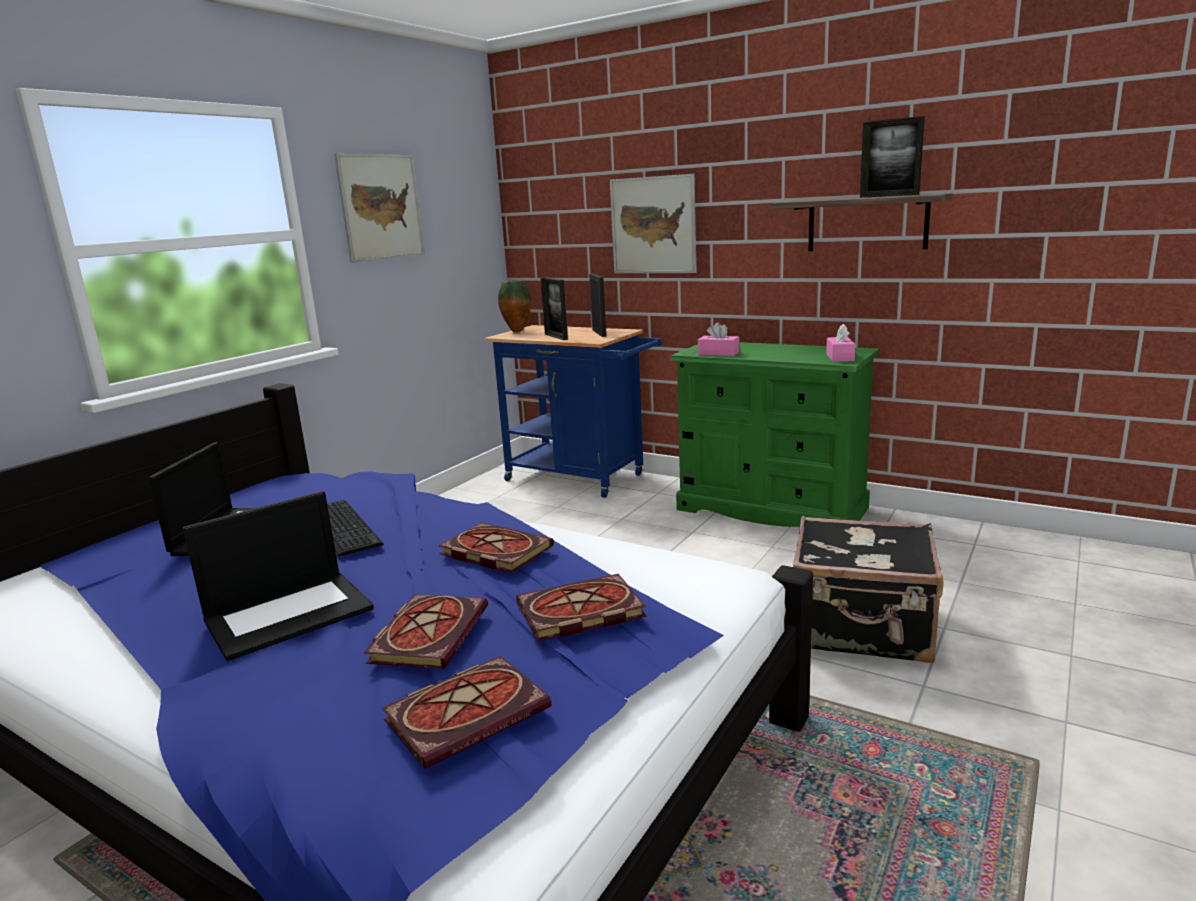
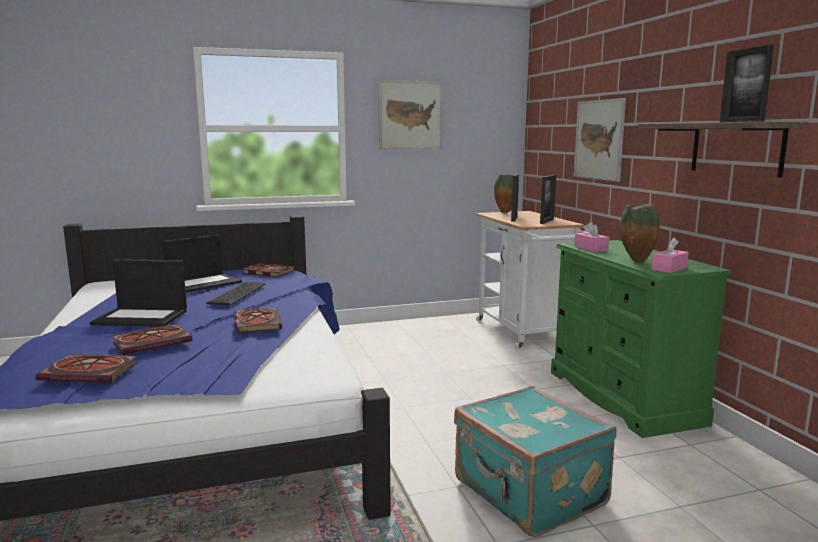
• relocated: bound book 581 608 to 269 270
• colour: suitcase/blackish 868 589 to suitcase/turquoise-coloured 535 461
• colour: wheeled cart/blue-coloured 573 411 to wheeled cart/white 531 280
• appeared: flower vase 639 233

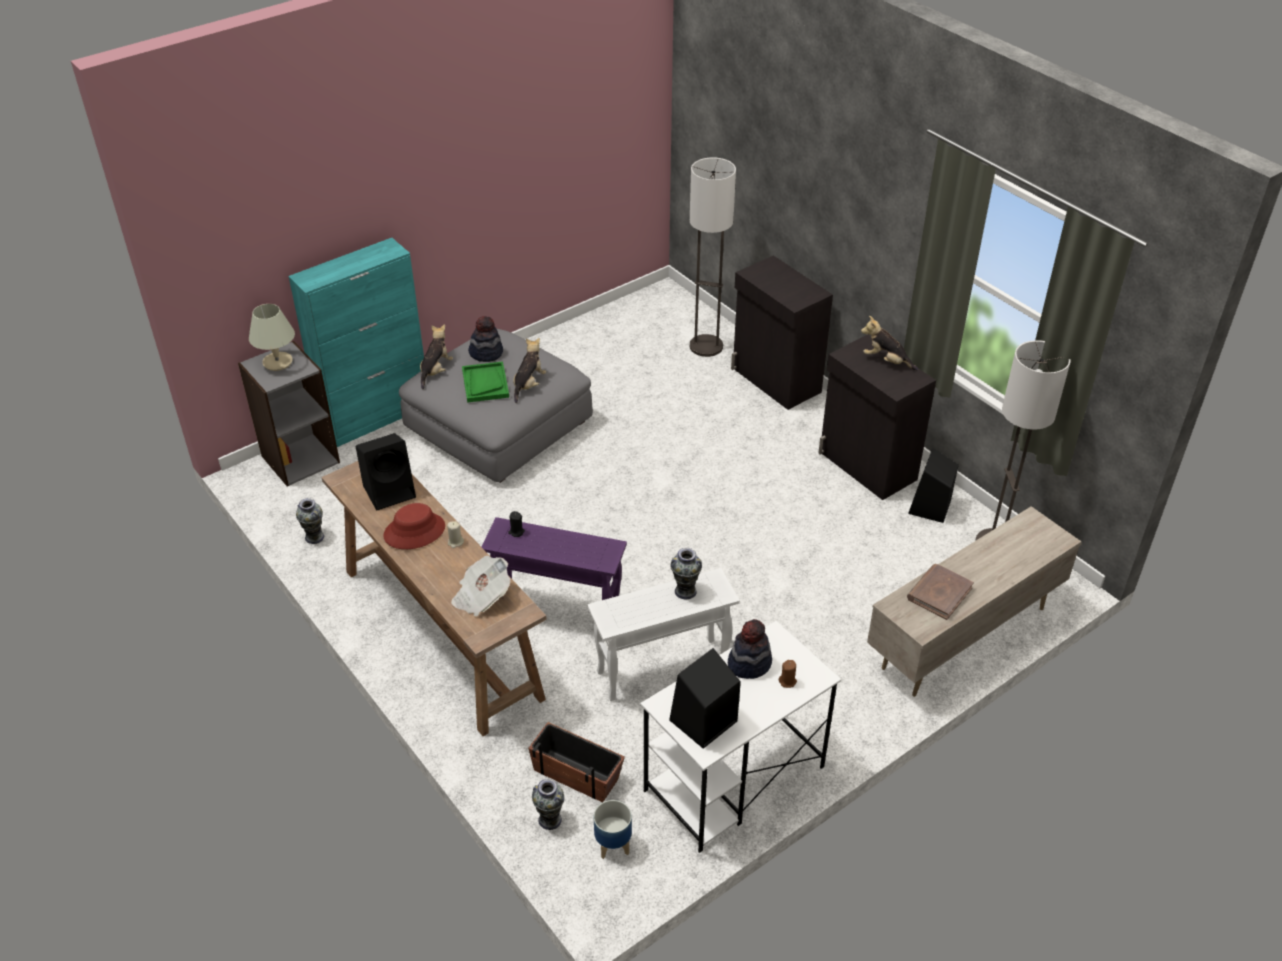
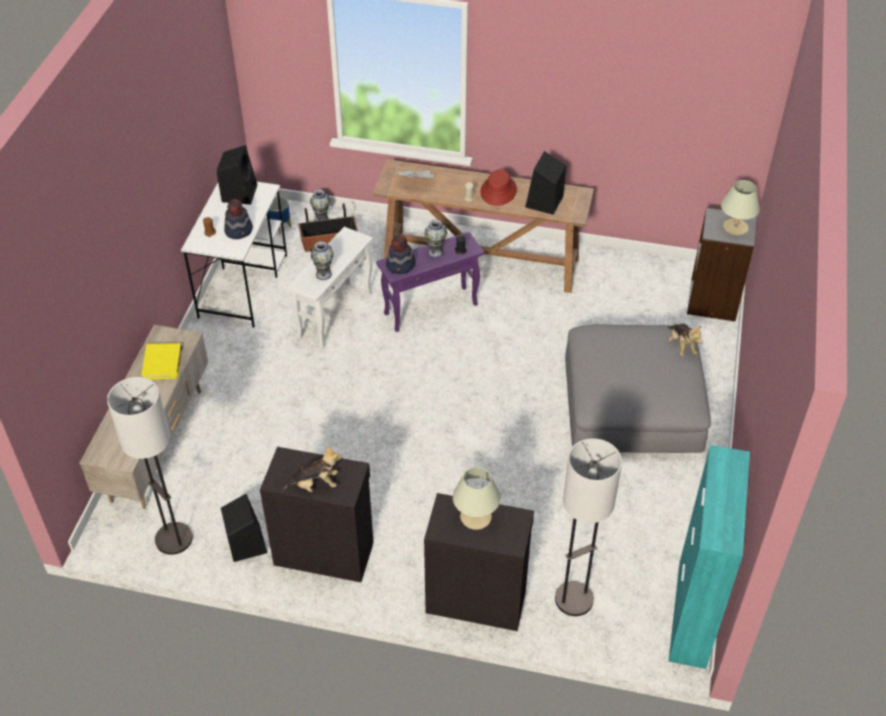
• colour: bound book/brown 940 592 to bound book/yellow 162 361
• relocated: hat 485 339 to 400 254
• relocated: flower vase 310 521 to 436 238
• appeared: table lamp/beige-coloured 477 498
• relocated: storage cabinet/turquoise-coloured 356 342 to 709 557
• missing: tray/greenish 485 382
• missing: soft toy 529 370

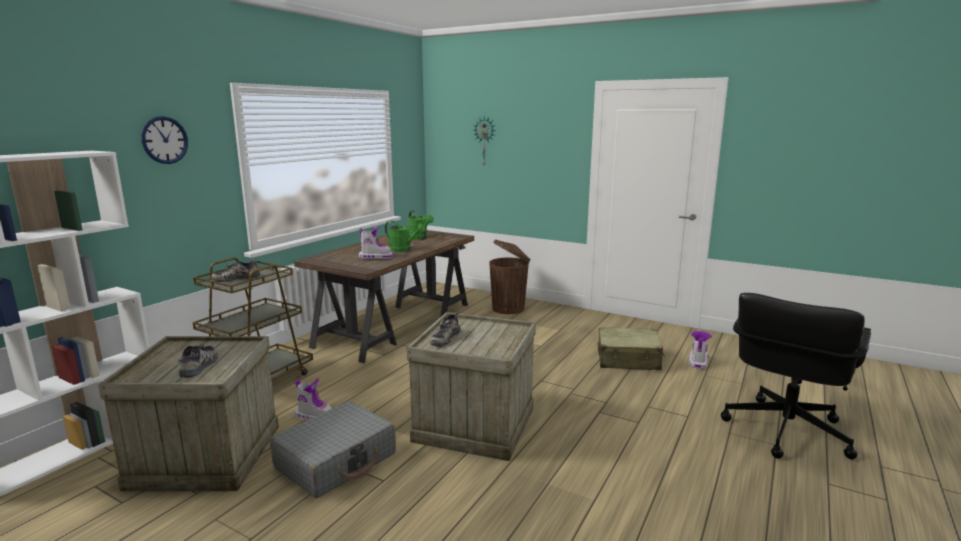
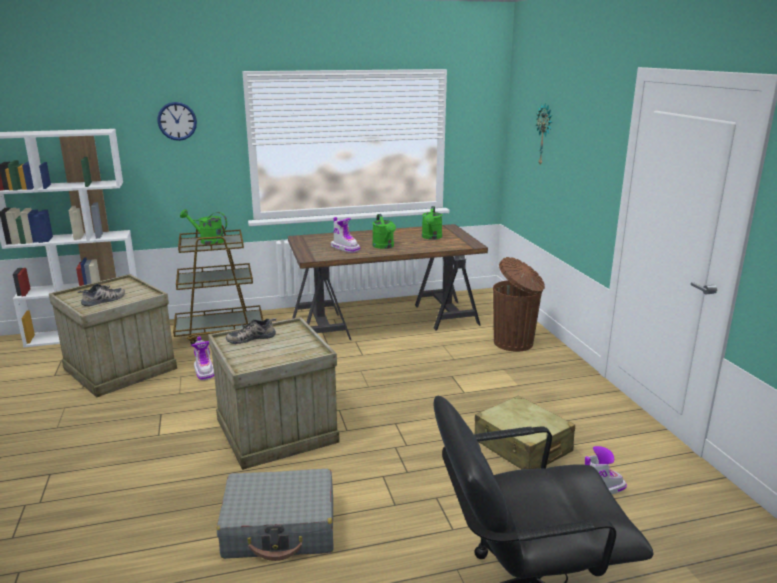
• exchanged: low shoe 235 271 to watering pot/greenish 203 226
• relocated: suitcase/grey 333 449 to 275 515

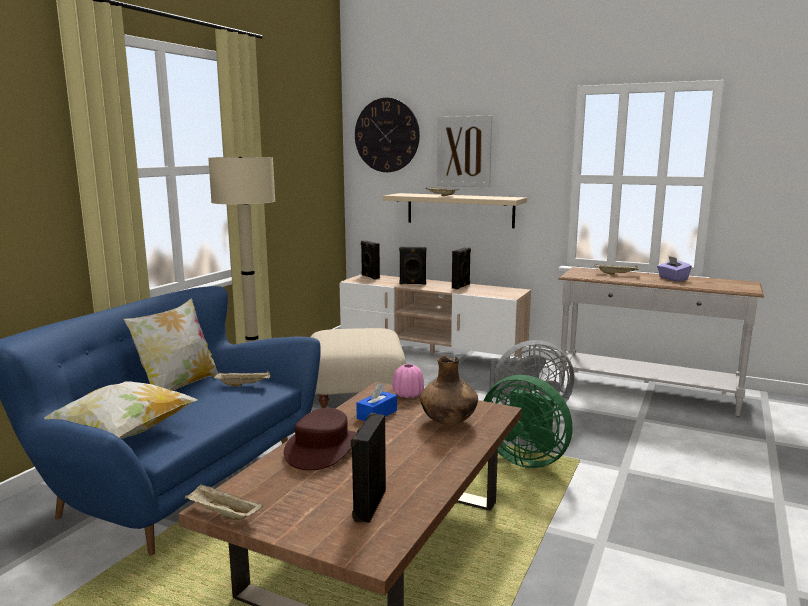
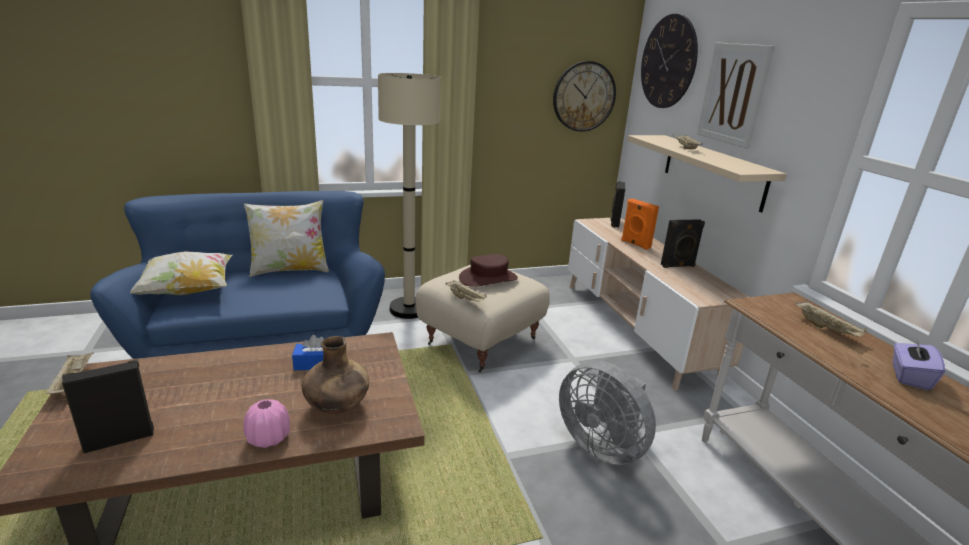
• relocated: flower vase/pink-coloured 408 381 to 266 423
• relocated: tray/beige-coloured 242 379 to 466 291
• relocated: hat/brown 320 439 to 488 270
• appeared: wall clock 584 96
• colour: loudspeaker/blackish 412 265 to loudspeaker/orange 640 224
• missing: fan/greenish 528 421

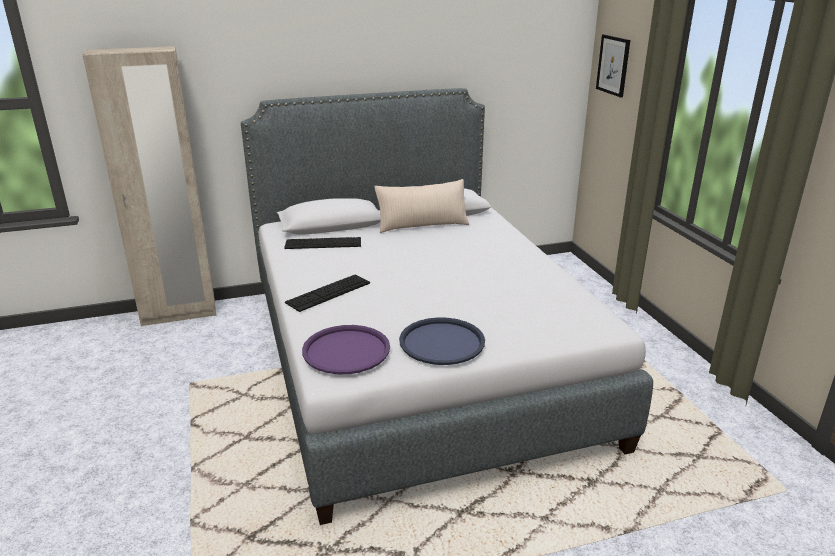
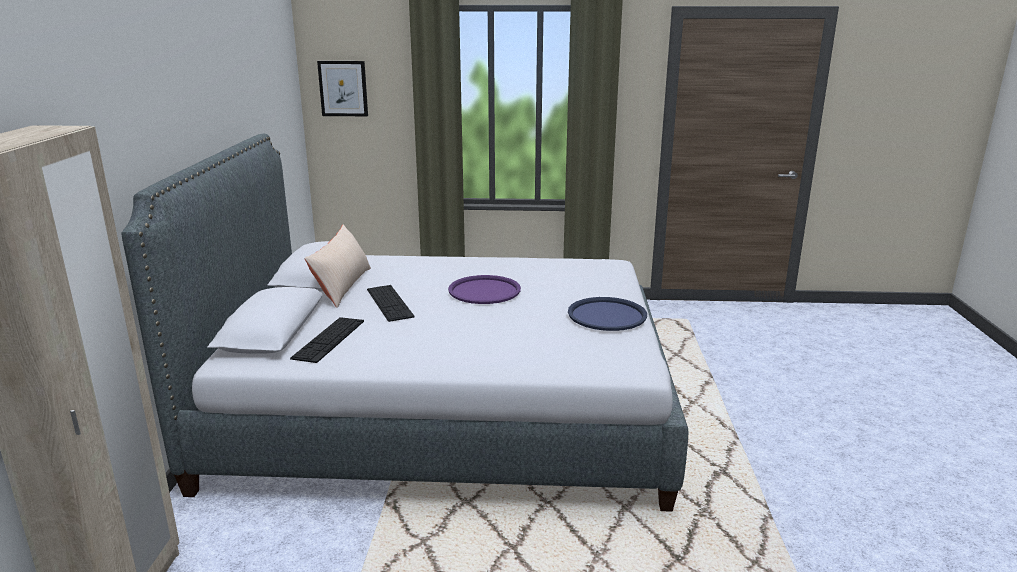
• relocated: PC keyboard 327 293 to 390 303
• relocated: tray/purplish 346 349 to 484 289

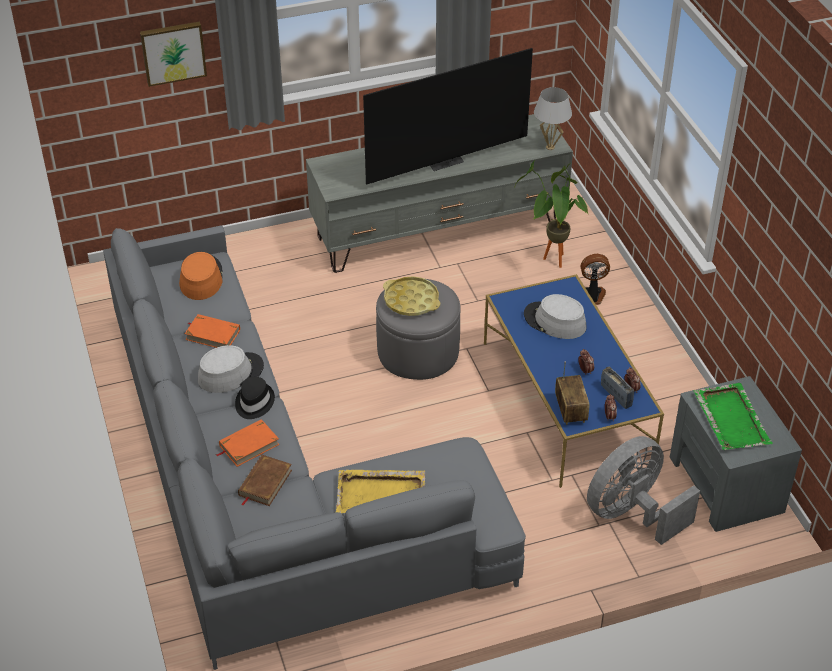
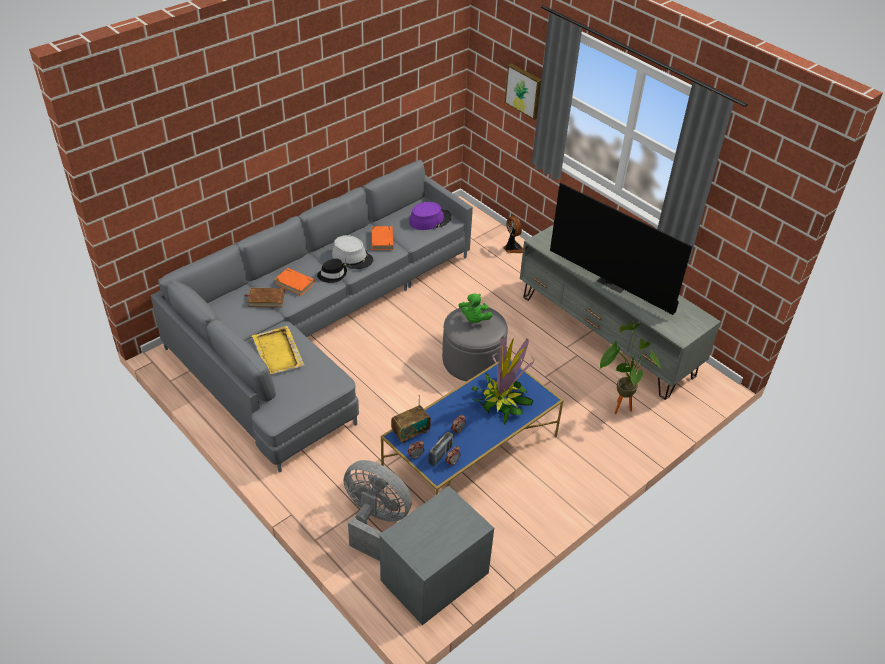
• colour: hat/orange 201 276 to hat/purplish 430 216
• exchanged: tray/yellow 411 296 to soft toy/greenish 475 308
• exchanged: hat/grey 555 316 to houseplant 503 380
• relocated: fan 595 279 to 513 234
• missing: table lamp/white 553 118
• missing: tray/greenish 733 416

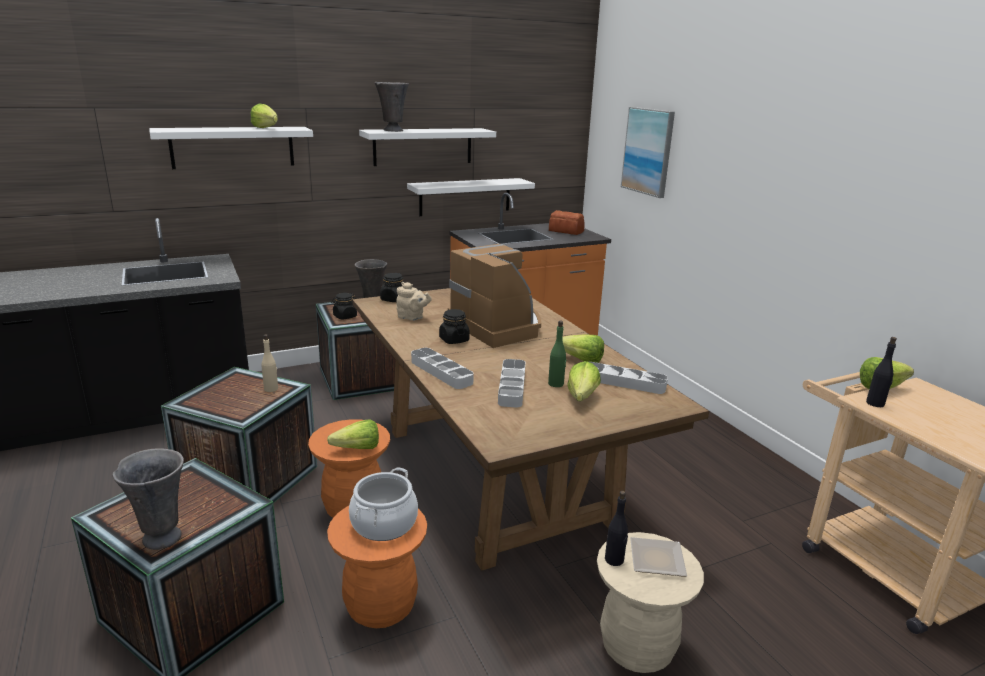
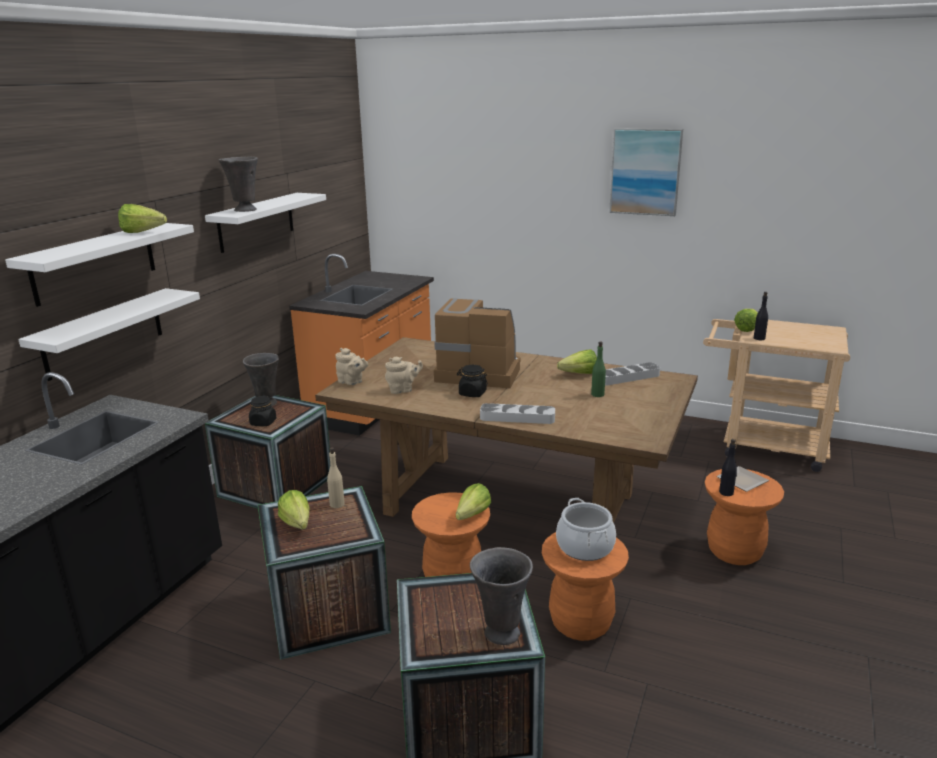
• relocated: wall shelf/white 471 197 to 109 334
• relocated: lettuce head 584 381 to 294 509
• exchanged: storage jar/blackish 391 287 to tea pot/beige-coloured 351 366
• relocated: picture 648 152 to 646 172
• colour: sitting stool/beige-coloured 650 602 to sitting stool/orange 744 517
• missing: tray/grey 512 383
• missing: baked bread 567 222

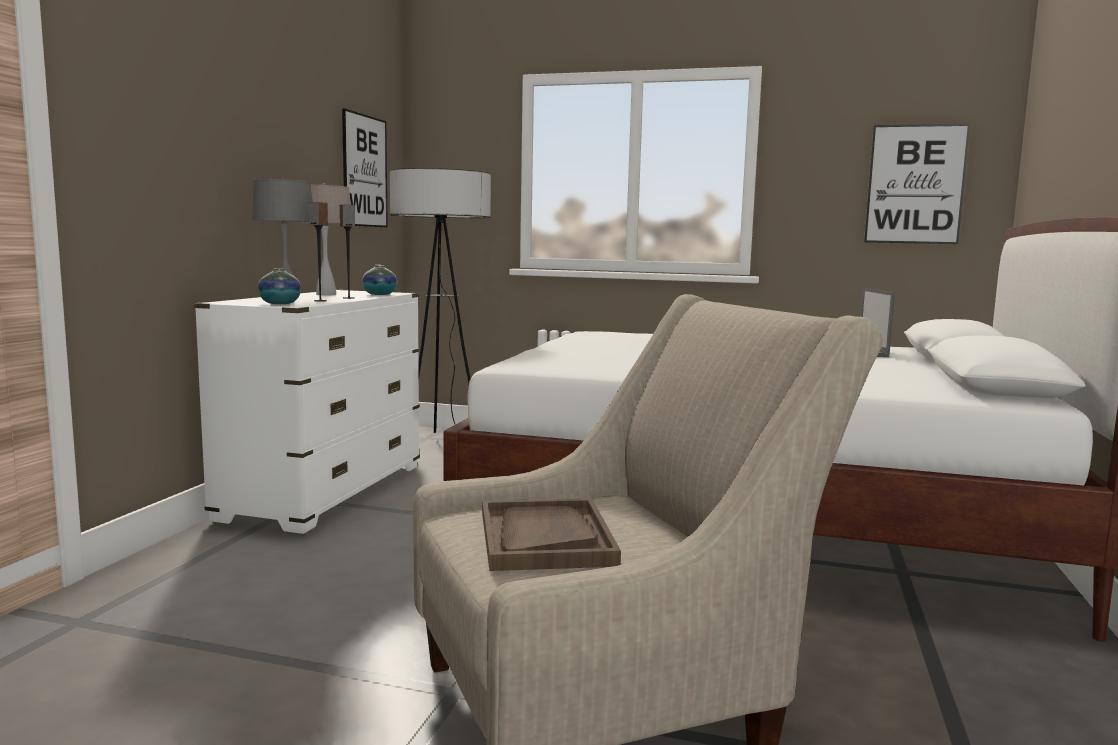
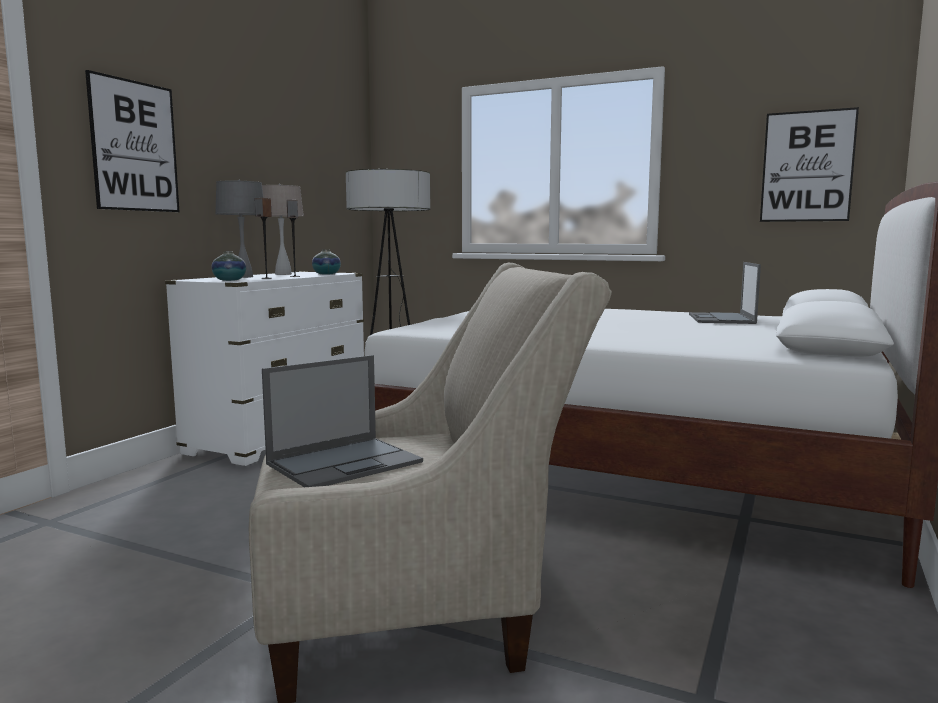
• relocated: picture 365 168 to 132 141
• exchanged: tray/brown 551 534 to laptop 342 421

